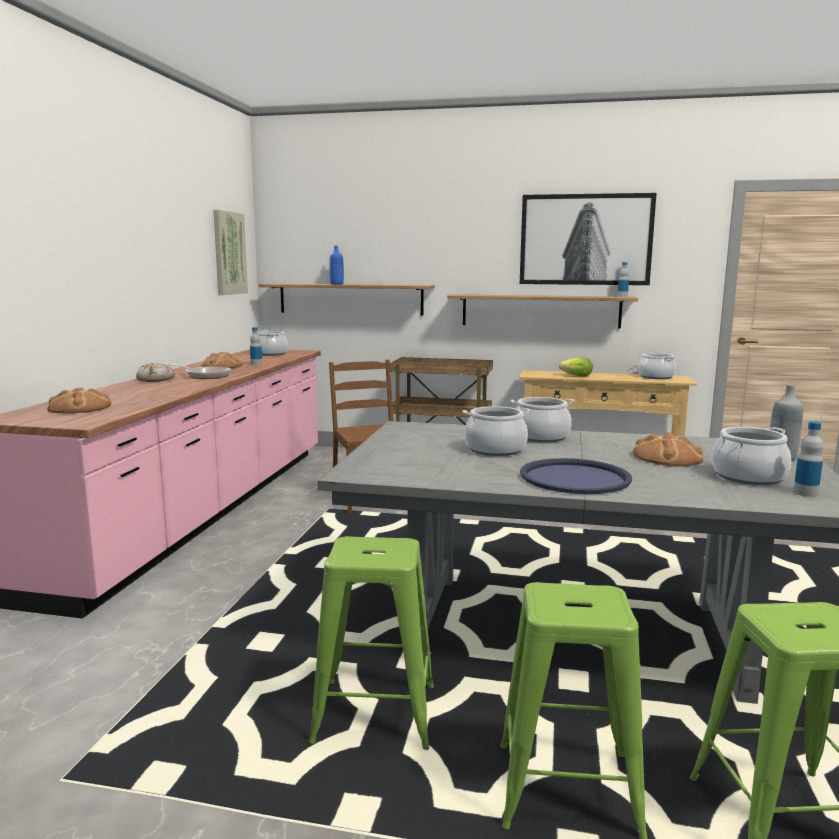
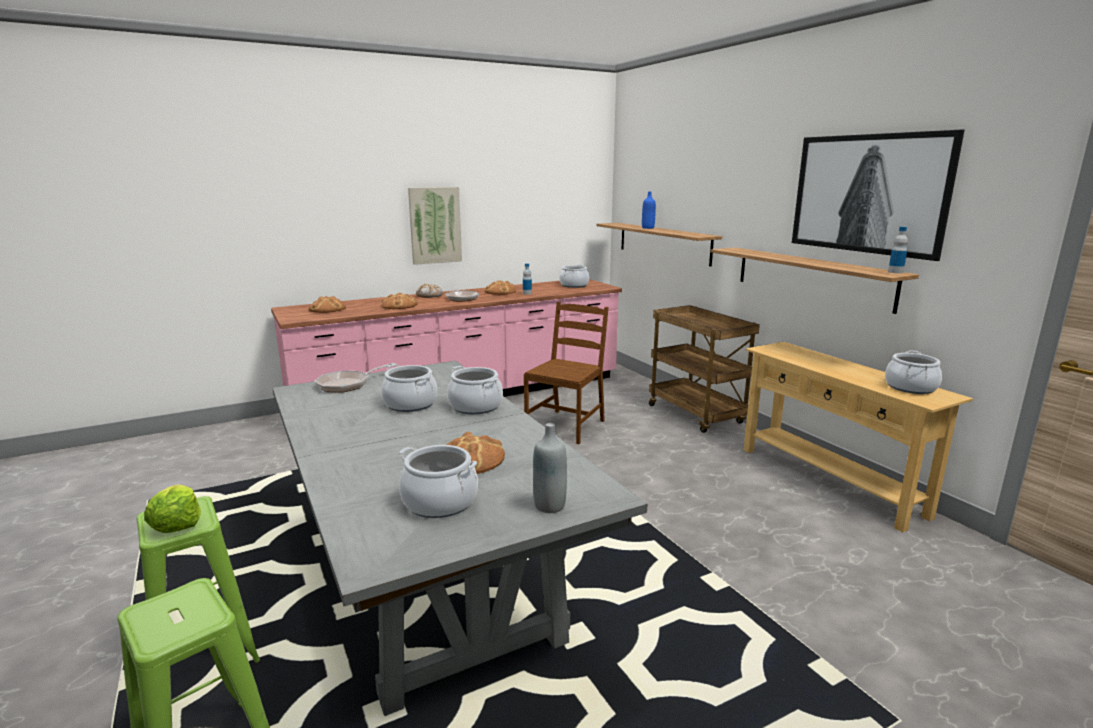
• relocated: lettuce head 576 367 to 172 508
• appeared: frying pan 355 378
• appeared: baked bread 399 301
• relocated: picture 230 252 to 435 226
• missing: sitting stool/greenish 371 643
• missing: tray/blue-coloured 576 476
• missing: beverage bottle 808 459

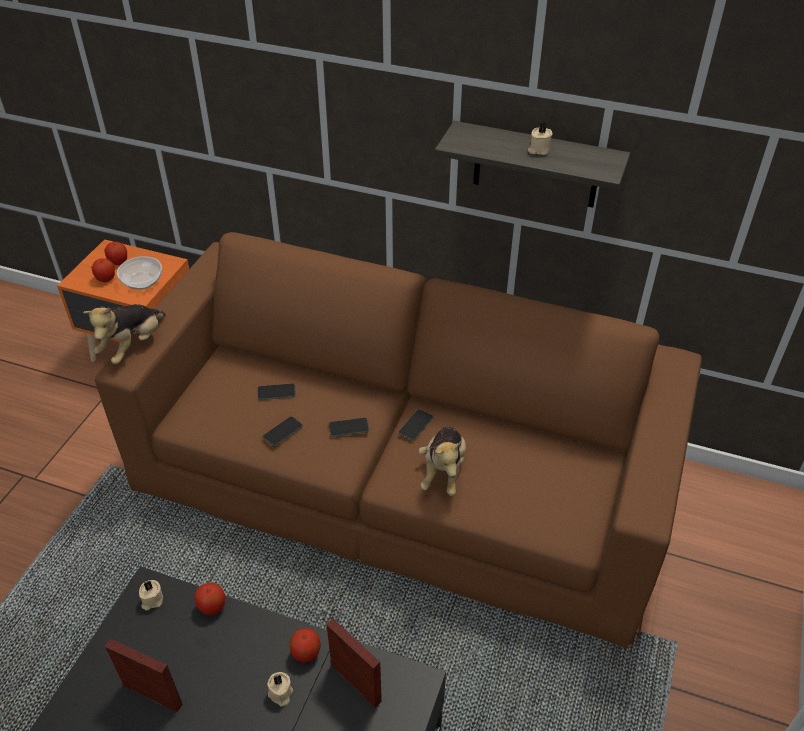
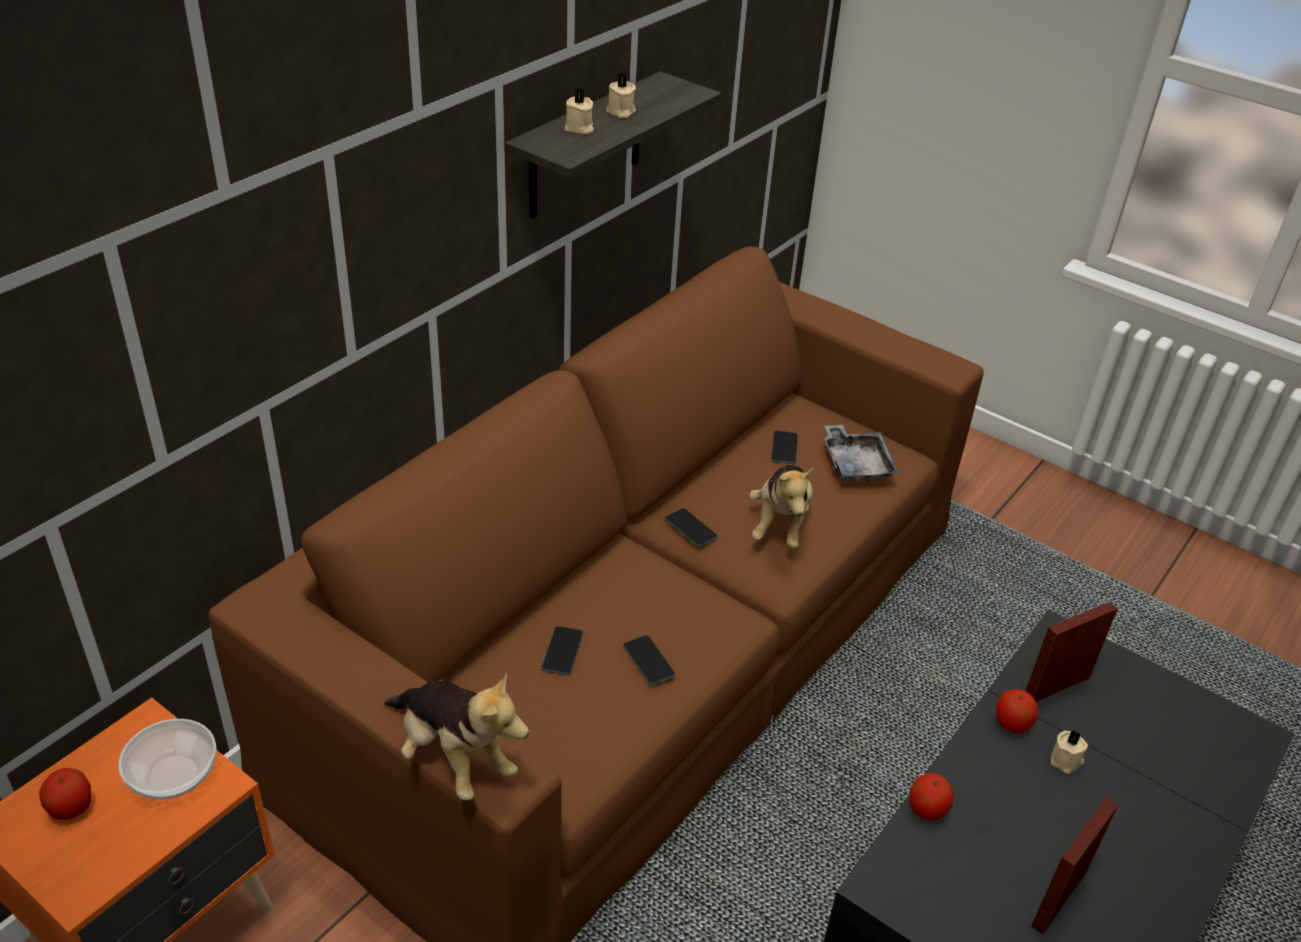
• relocated: wax light/beige-coloured 151 595 to 579 111
• spun: soft toy 442 461 = 782 507 75 degrees clockwise
• relocated: telephone 349 427 to 784 447
• appeared: tray/grey 861 453
• missing: apple fruit 103 270

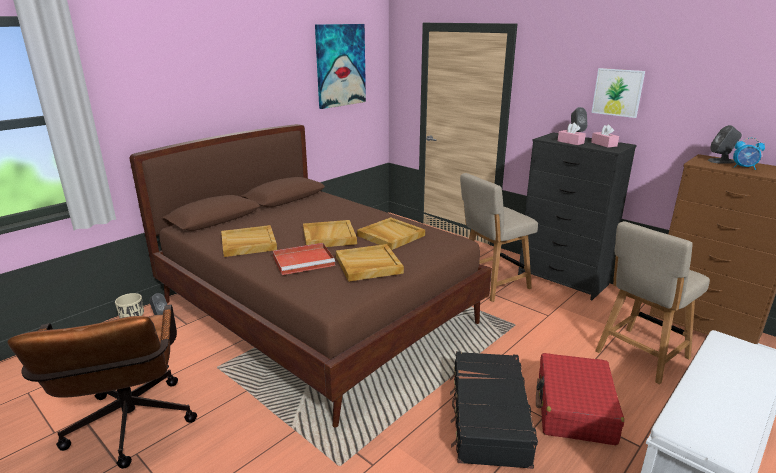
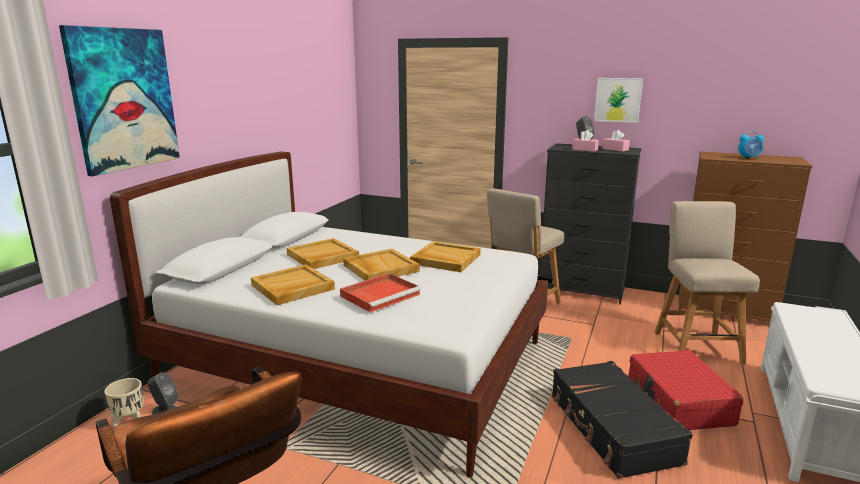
• relocated: picture 340 66 to 119 100
• colour: sleeping bed/brown 311 276 to sleeping bed/white 329 315
• relocated: tray/beige-coloured 370 263 to 323 253
• spun: chair/beige-coloured 652 302 = 707 283 150 degrees clockwise
• missing: loudspeaker/grey 725 144

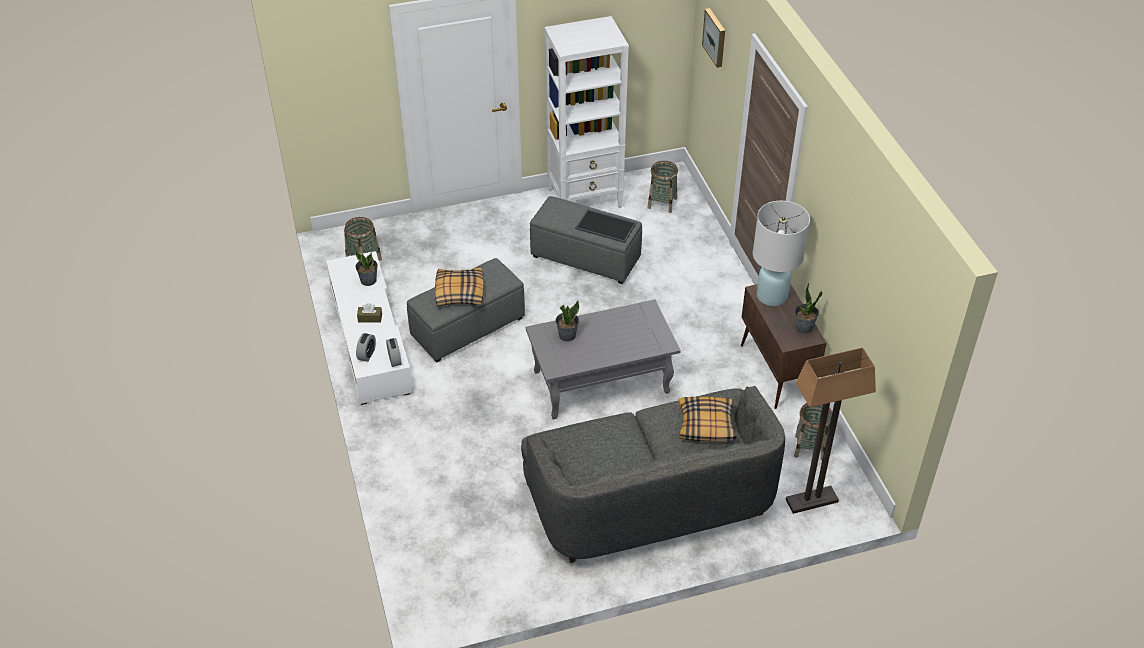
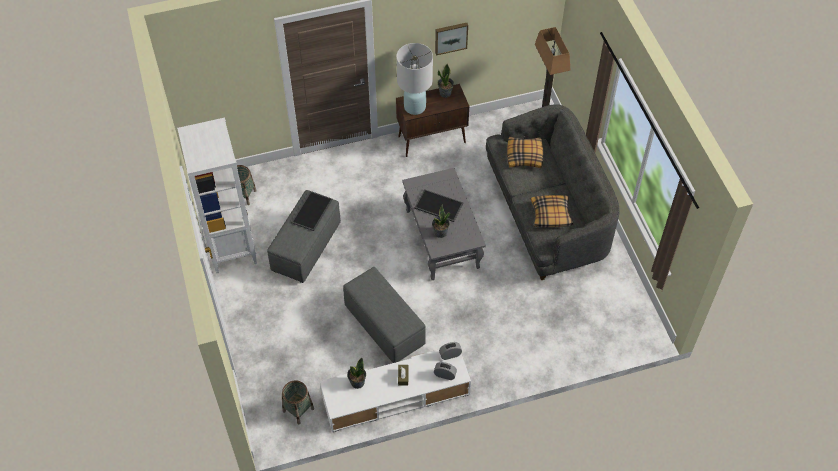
• appeared: tray 438 205
• relocated: picture 713 38 to 451 39
• relocated: pillow 459 287 to 552 211
• missing: household basket 813 431

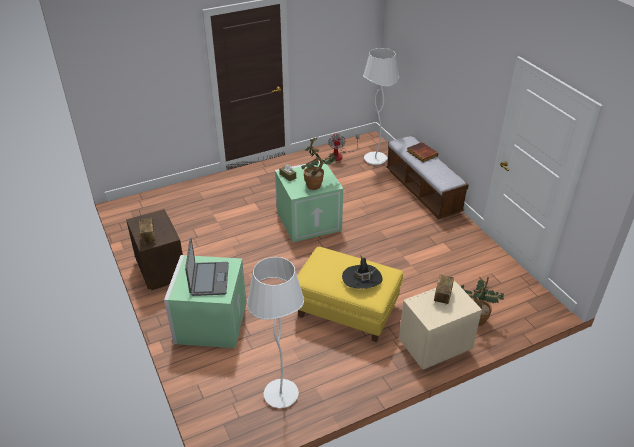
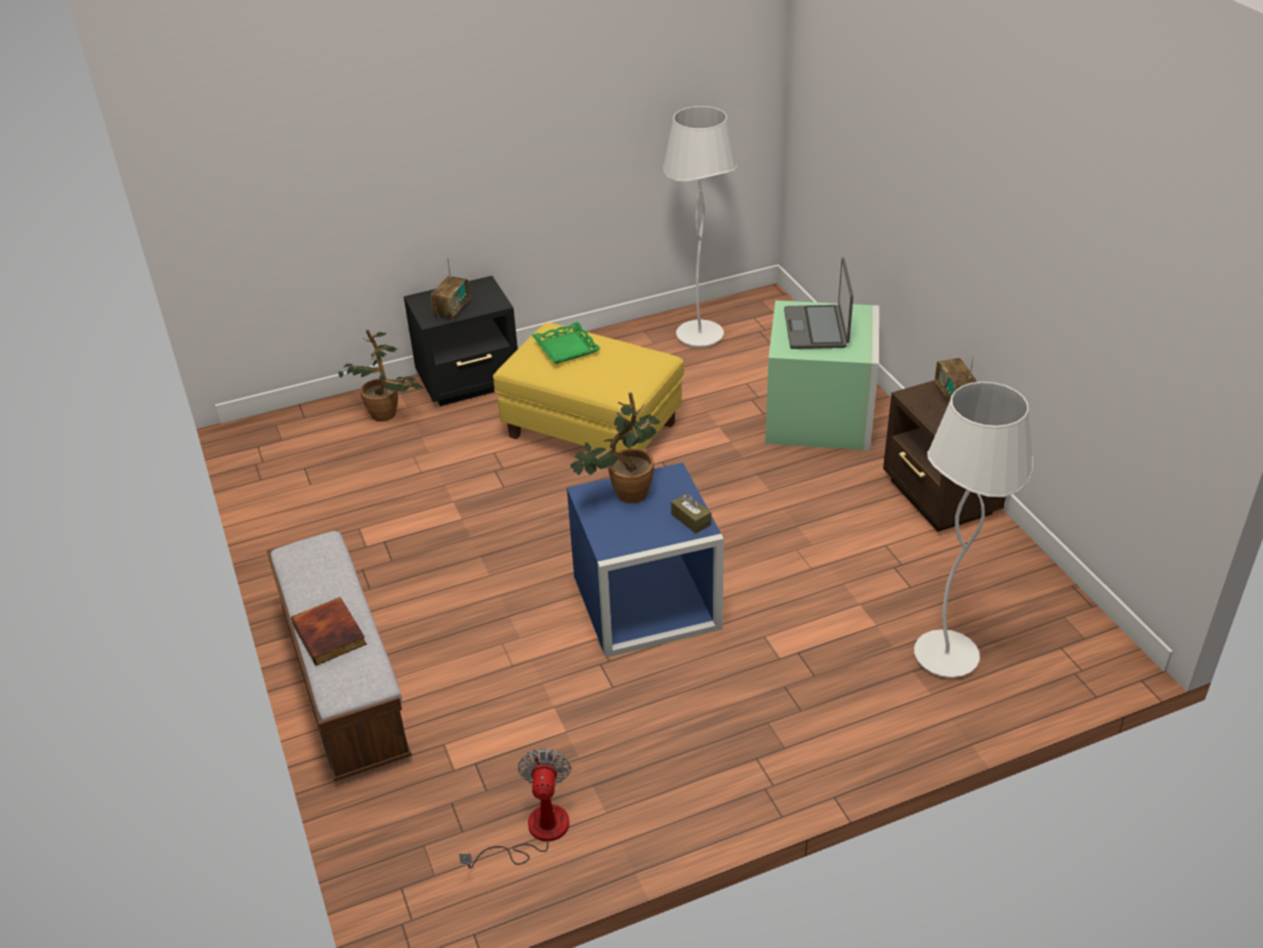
• colour: nightstand/beige-coloured 440 325 to nightstand/blackish 461 341
• exchanged: hat/blackish 362 272 to tray/greenish 566 343
• colour: storage bin/greenish 309 201 to storage bin/blue-coloured 645 560
• relocated: standard lamp/white 381 106 to 973 530

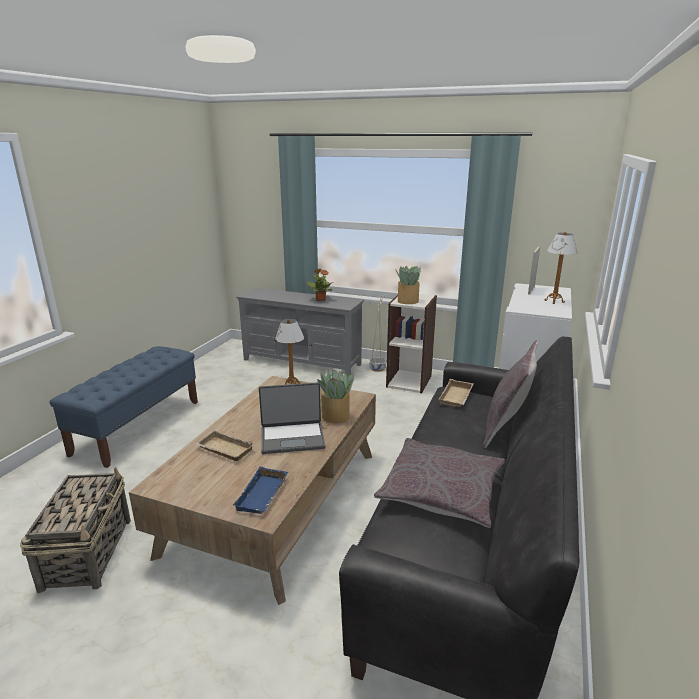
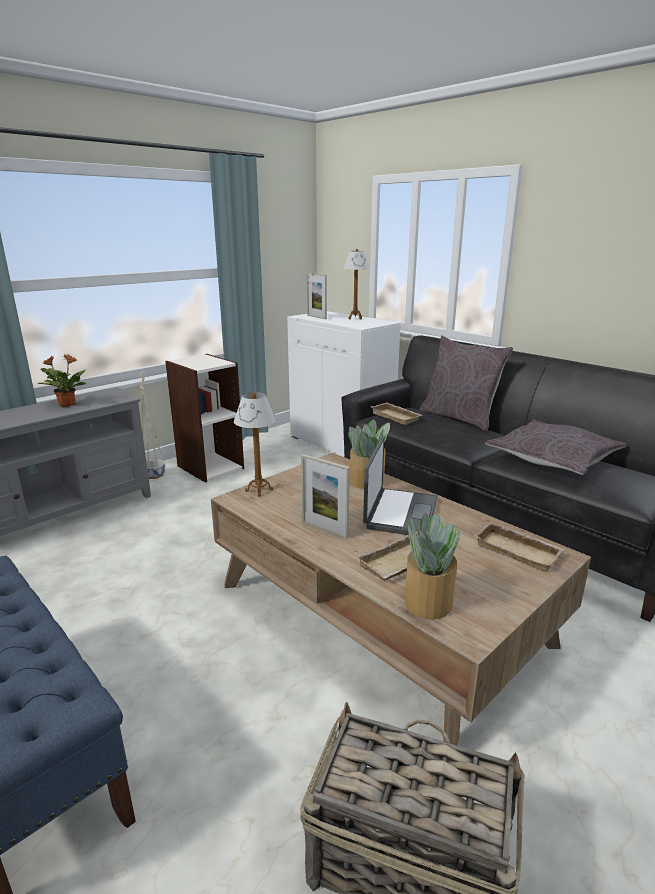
• appeared: standing frame 325 496
• relocated: houseplant 408 285 to 433 566
• colour: tray/blue-coloured 260 490 to tray/beige-coloured 519 547

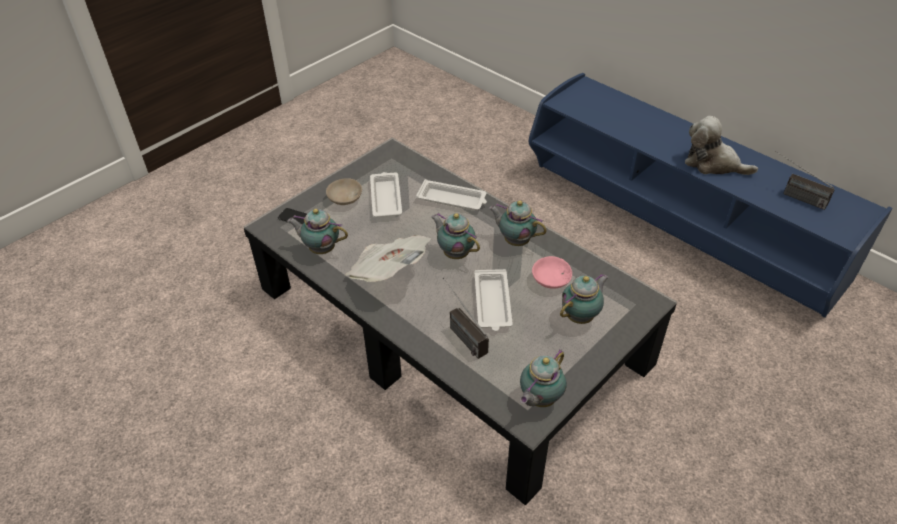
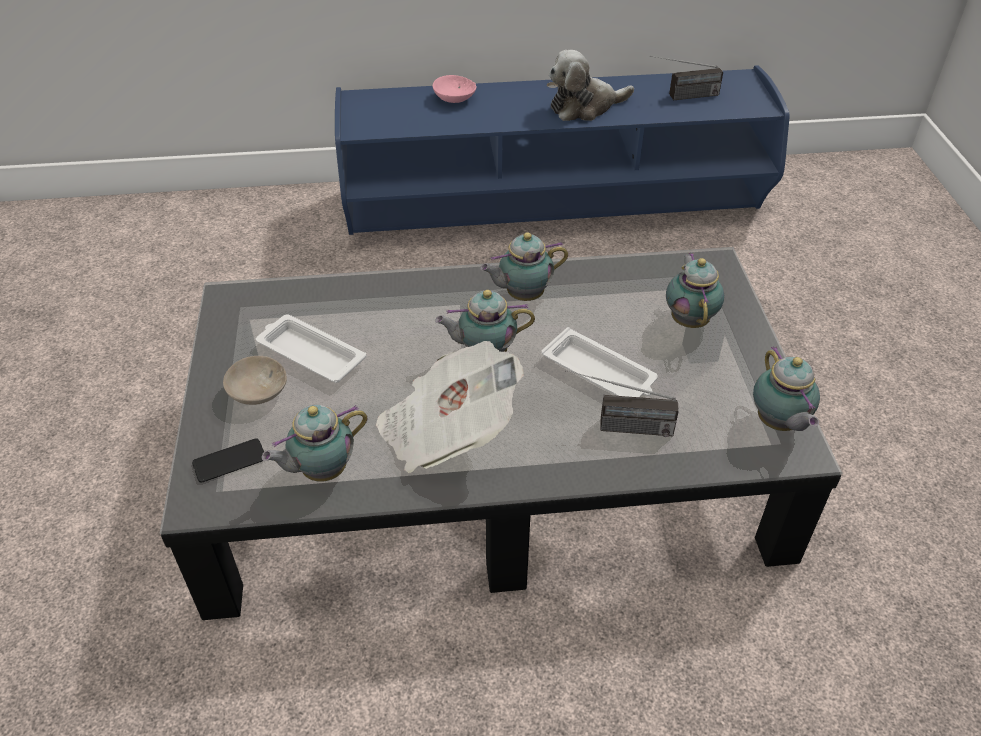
• relocated: bowl/pink-coloured 552 272 to 454 89
• missing: tray/white 451 194

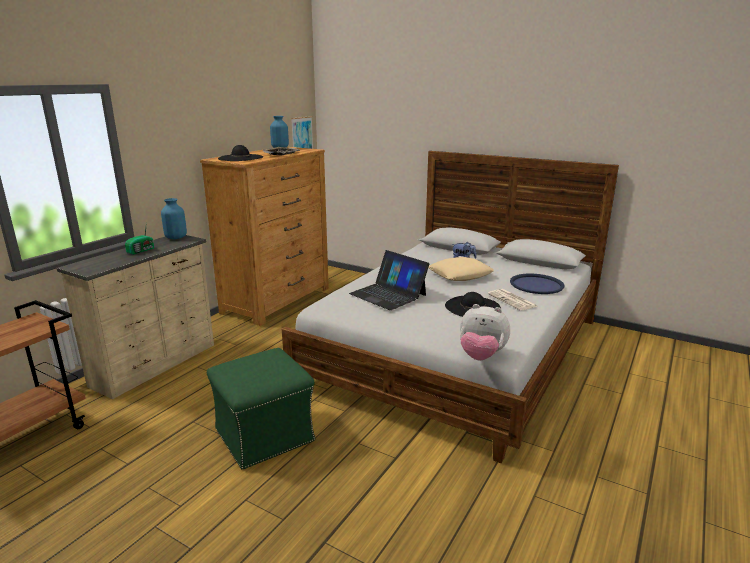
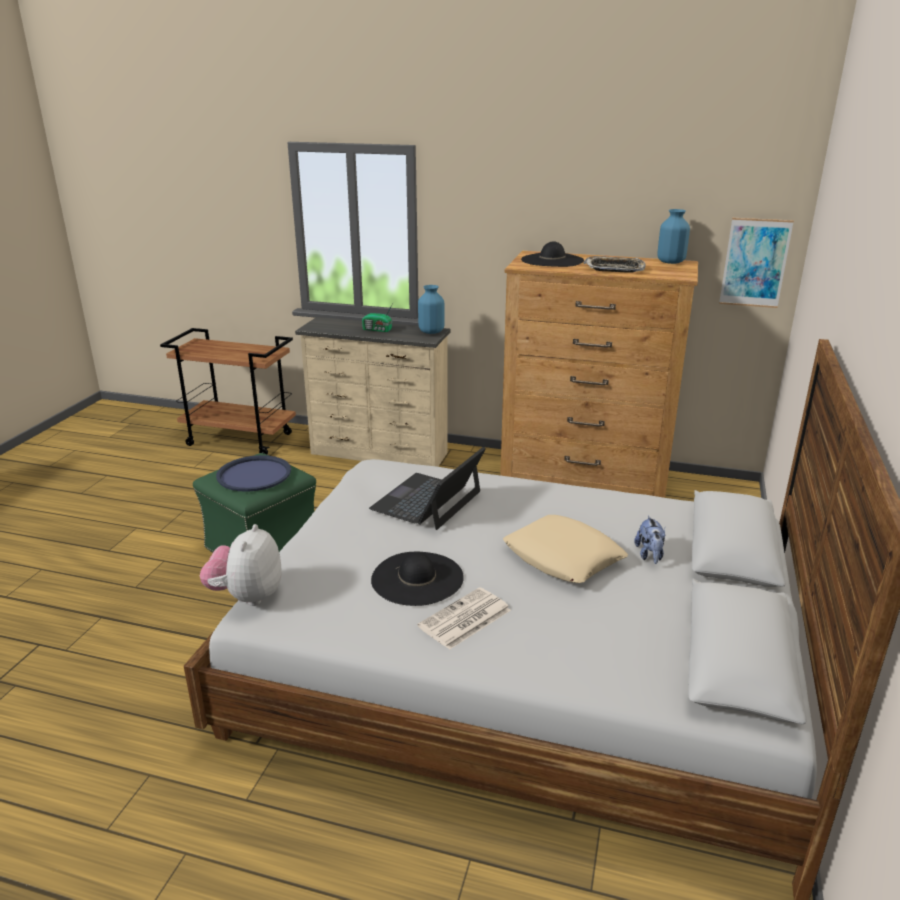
• relocated: tray/blue-coloured 537 284 to 253 473

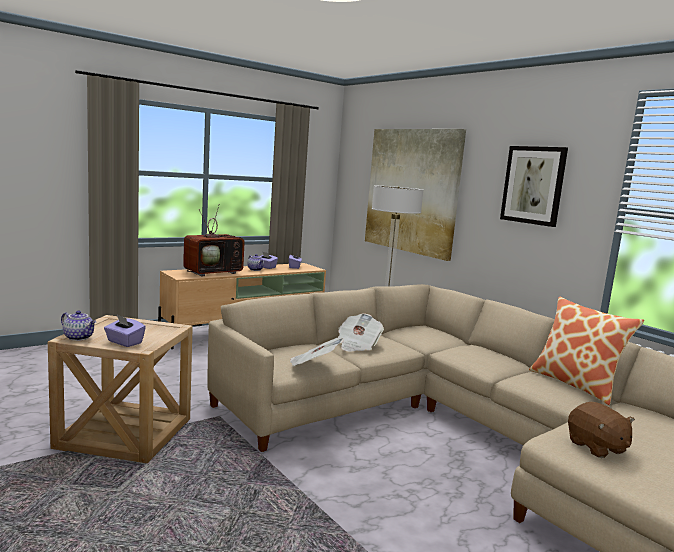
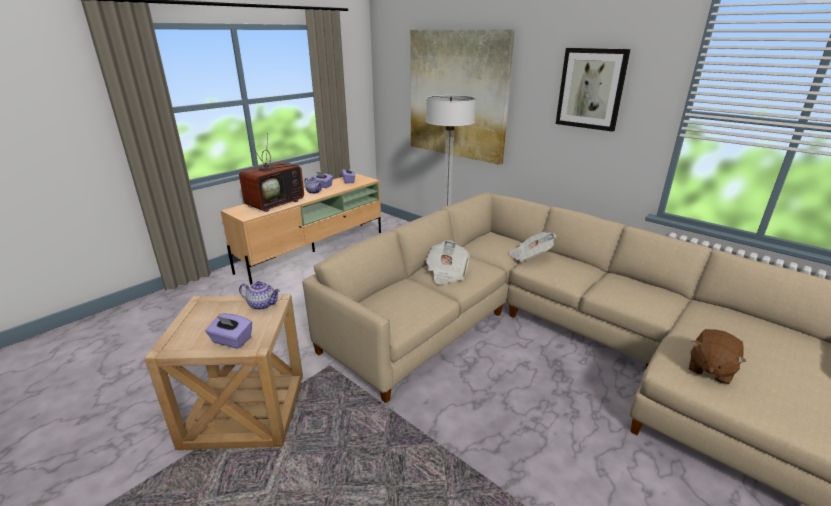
• relocated: tea pot 78 326 to 259 295
• relocated: printed paper 317 352 to 532 247
• spun: soft toy/brown 601 430 = 717 356 75 degrees clockwise
• missing: pillow 586 350

